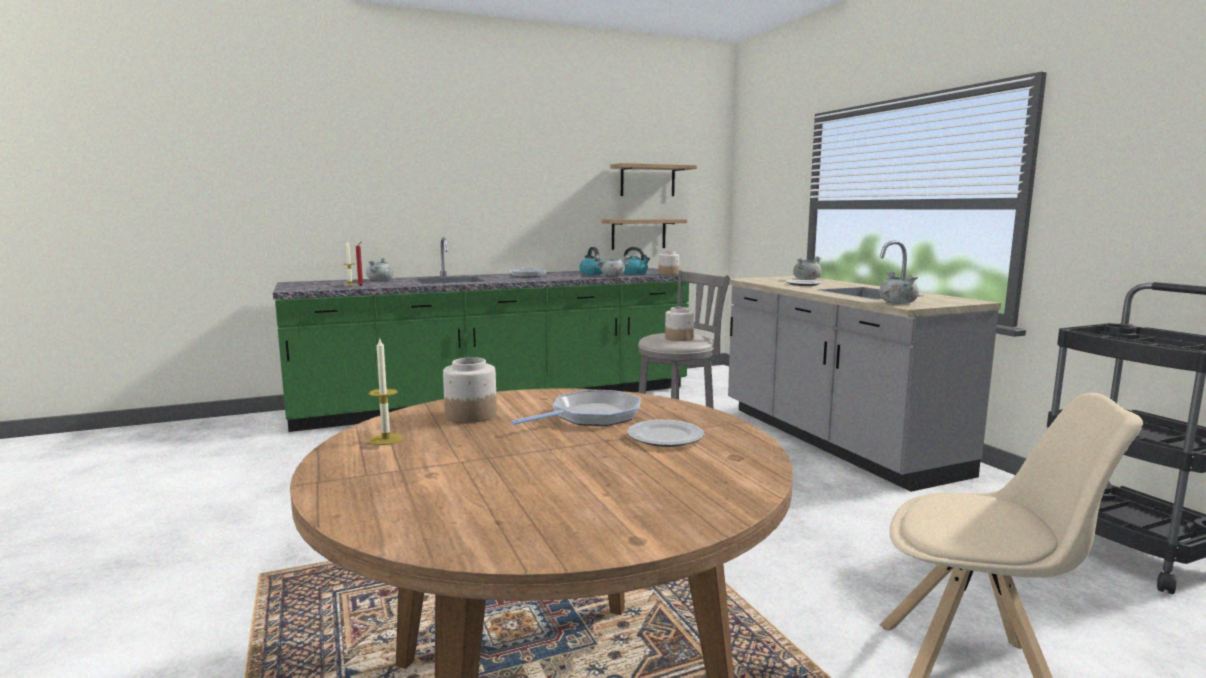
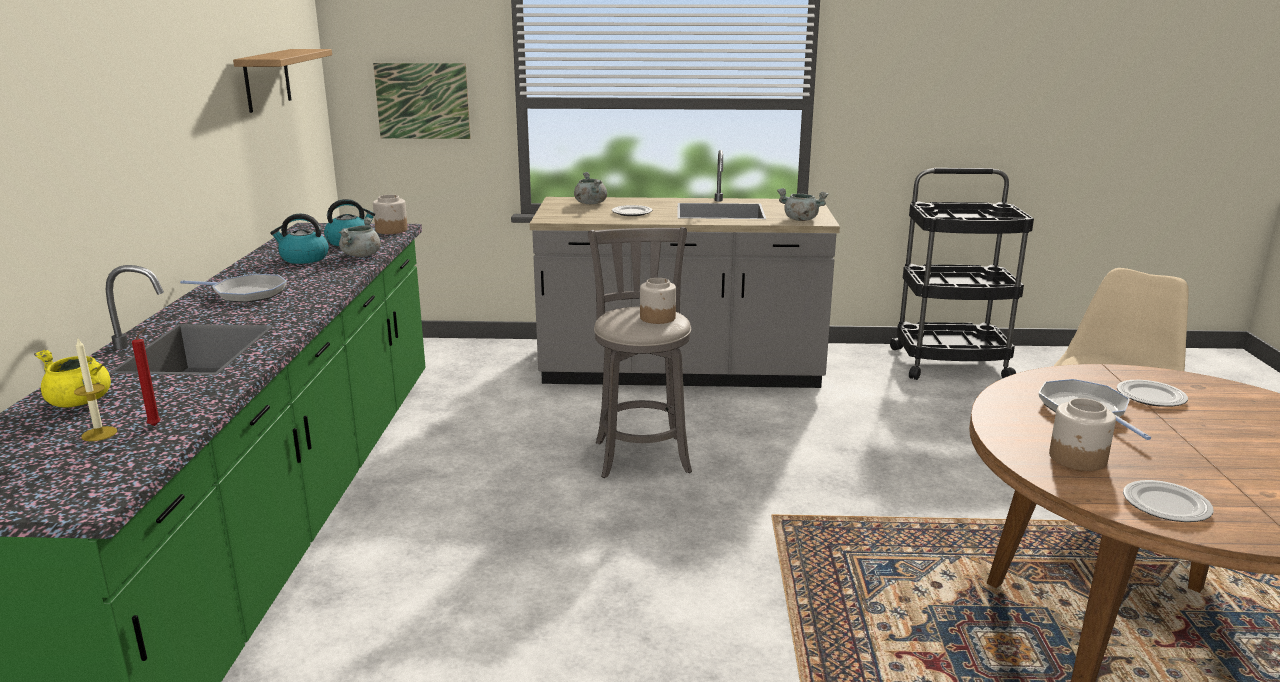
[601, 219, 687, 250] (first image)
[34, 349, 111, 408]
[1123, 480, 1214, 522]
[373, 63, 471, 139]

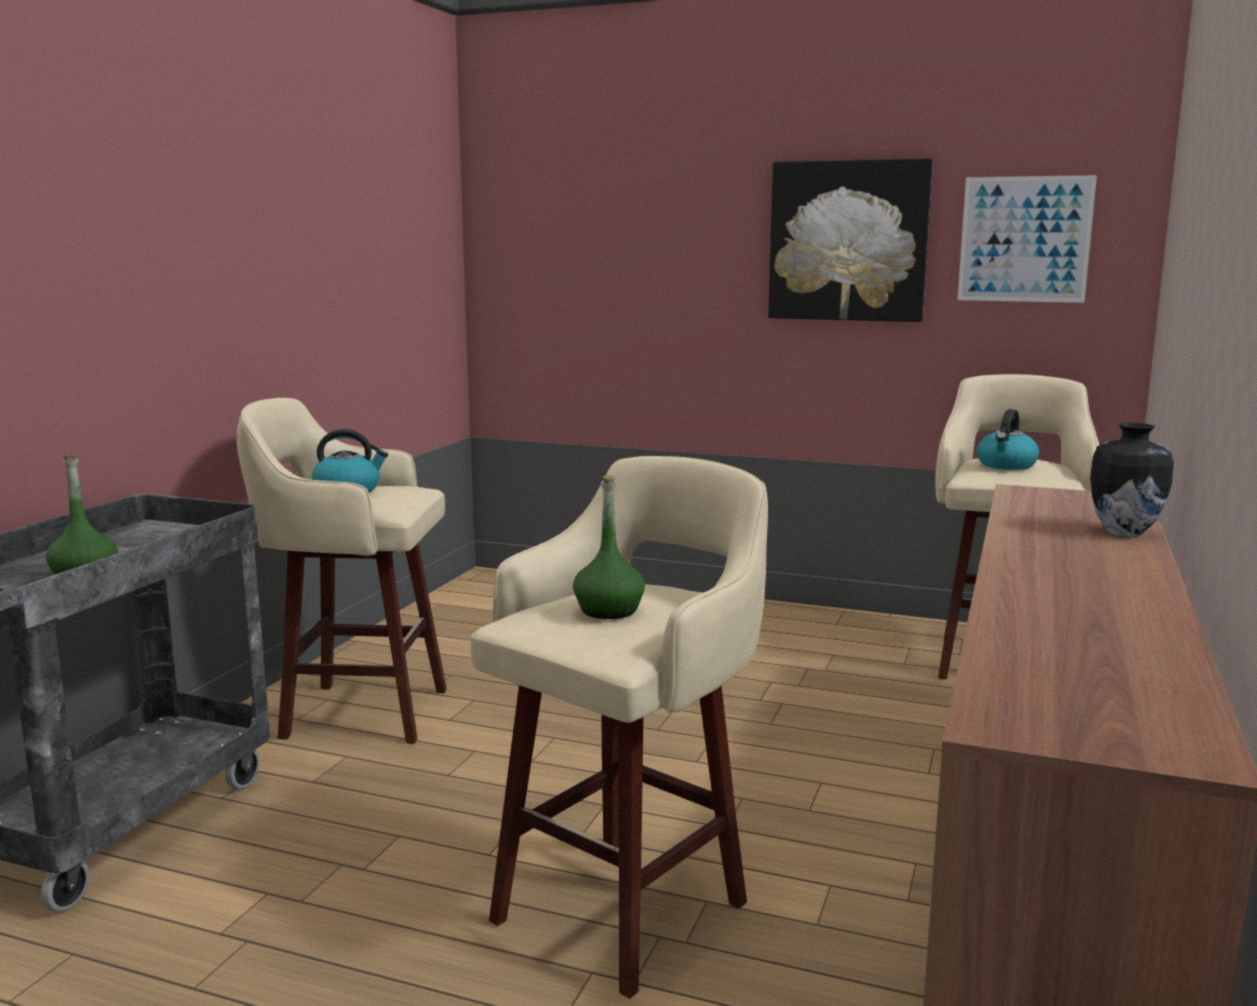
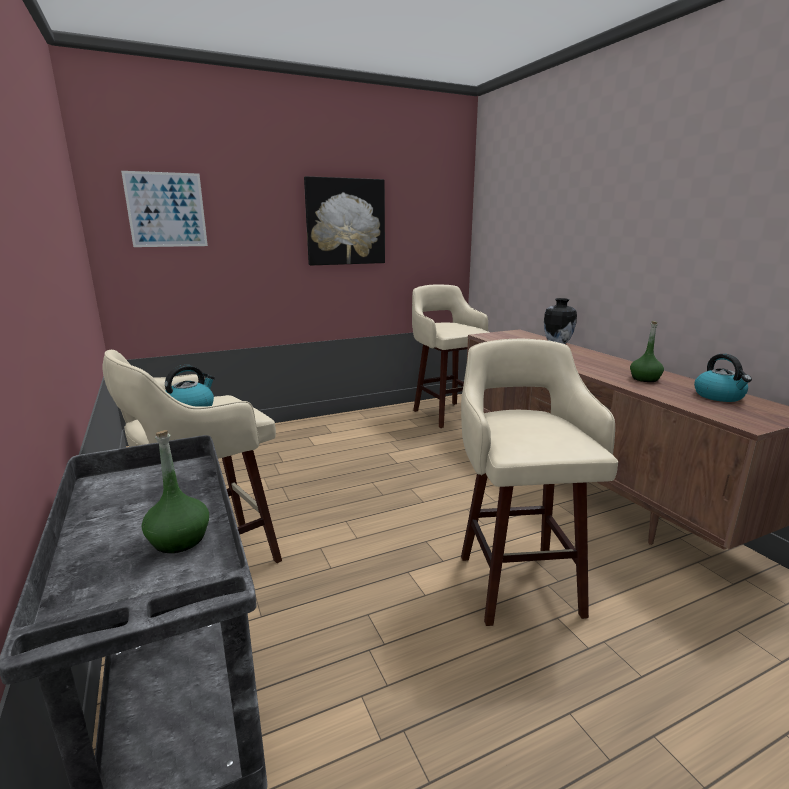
[121, 171, 208, 247]
[694, 354, 752, 402]
[630, 321, 664, 382]

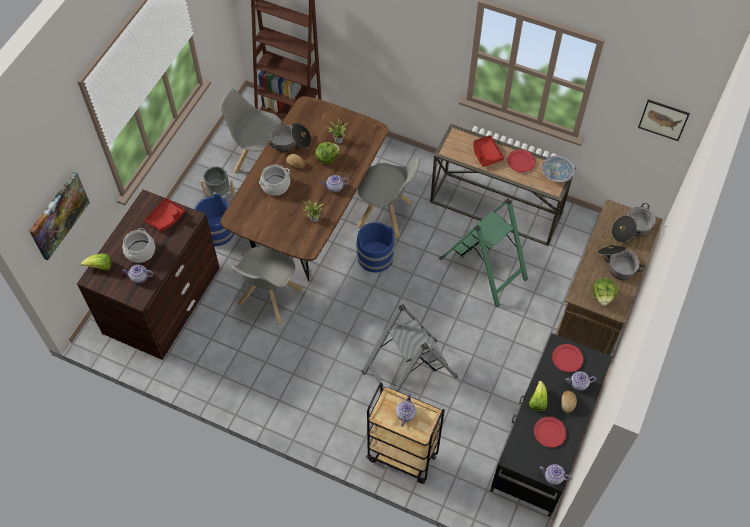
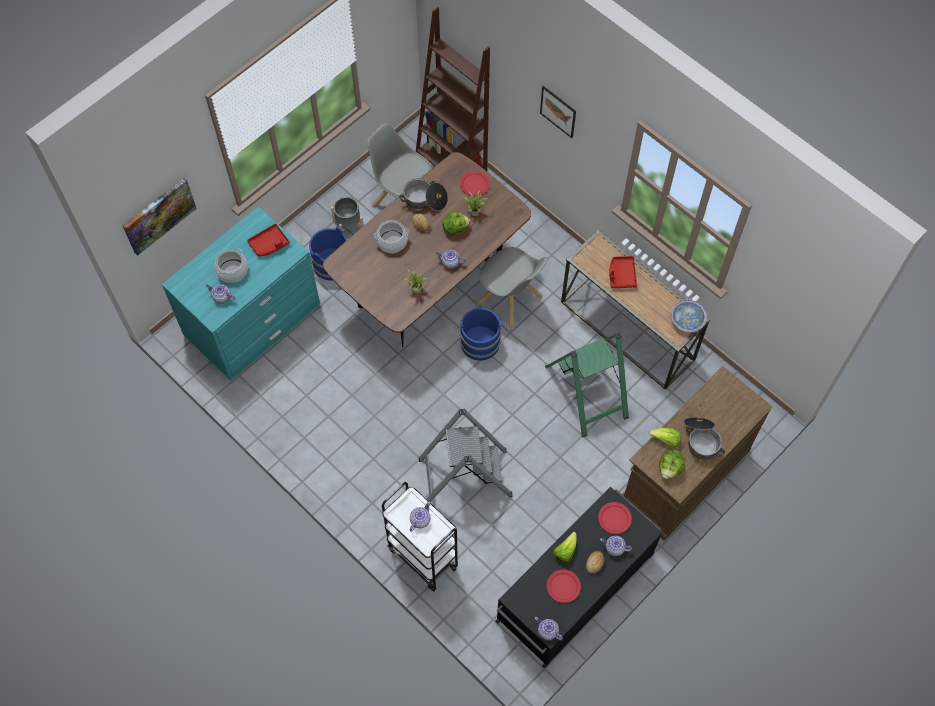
[540, 86, 576, 138]
[460, 170, 490, 196]
[162, 207, 320, 380]
[612, 203, 656, 243] (first image)
[231, 247, 303, 324] (first image)
[649, 428, 681, 448]
[382, 482, 458, 591]

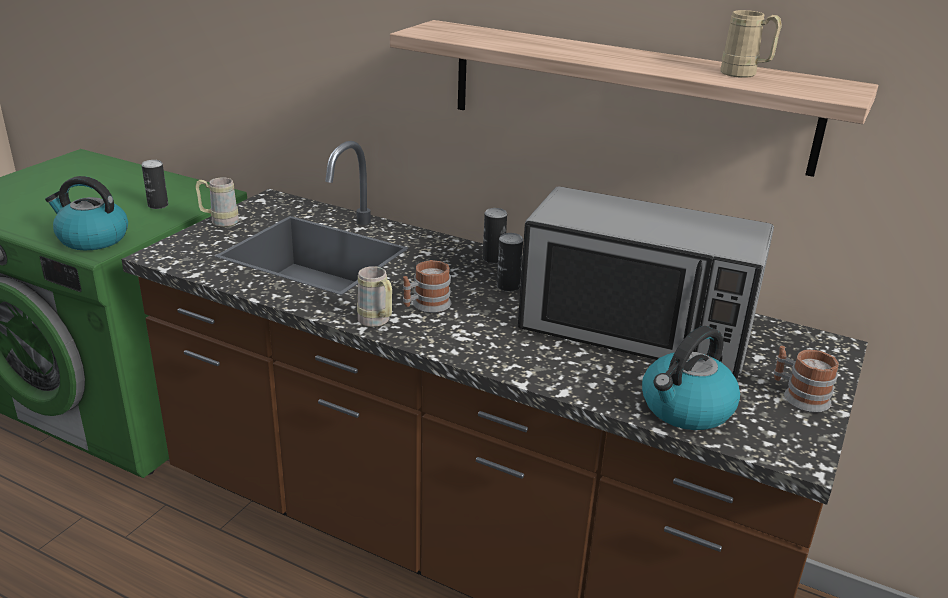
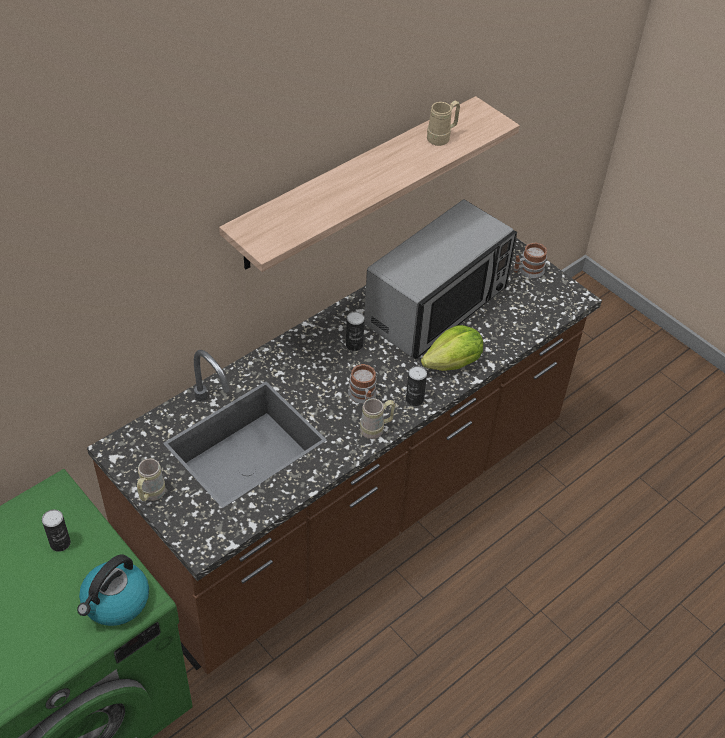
[406, 366, 427, 406]
[642, 326, 740, 430] (first image)
[421, 325, 483, 371]

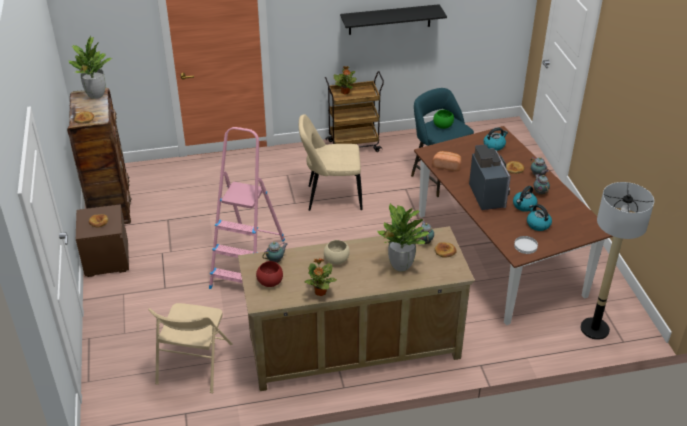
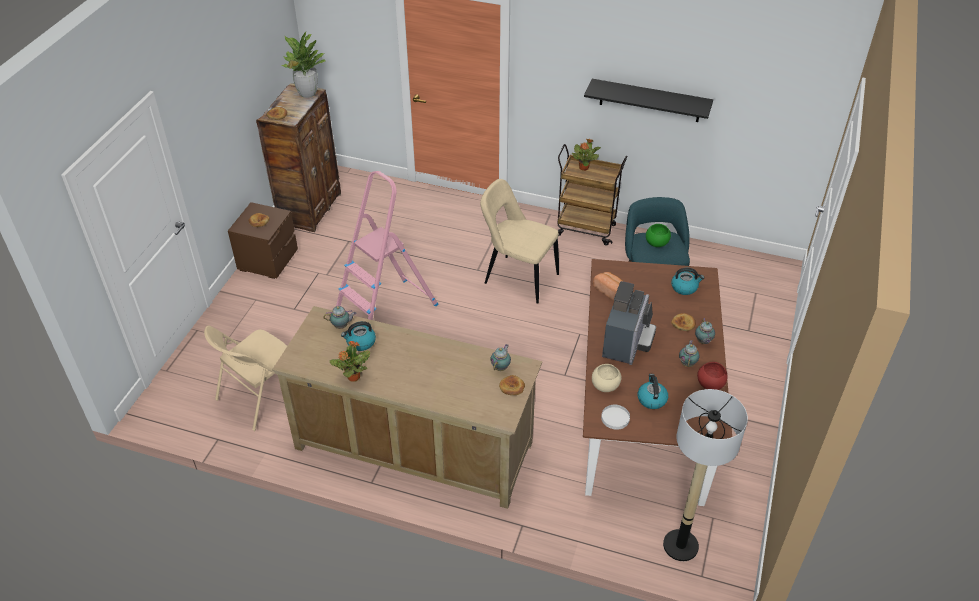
[341, 321, 376, 351]
[377, 202, 429, 272] (first image)
[592, 364, 621, 392]
[697, 362, 727, 390]

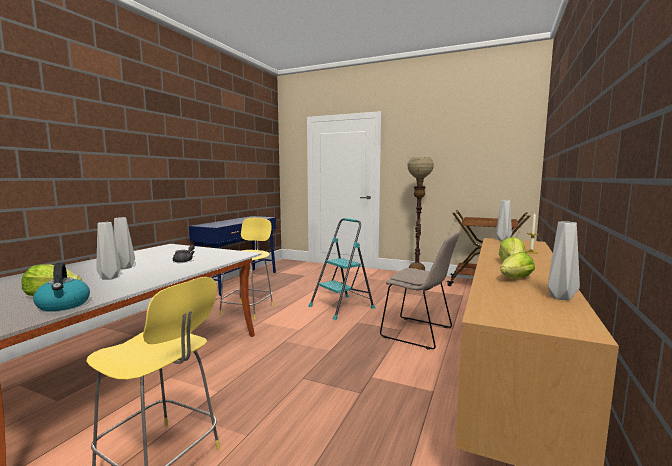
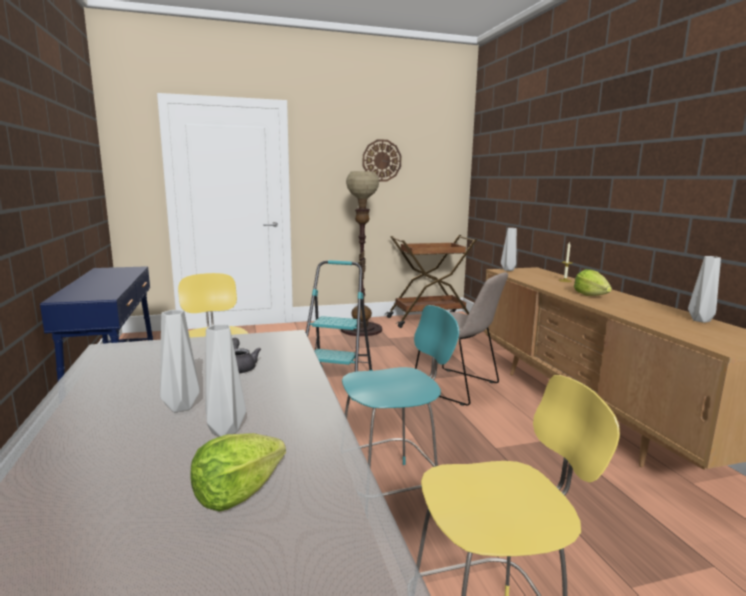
[415, 272, 508, 406]
[500, 252, 535, 279] (first image)
[33, 262, 90, 311] (first image)
[363, 139, 401, 181]
[342, 305, 459, 496]

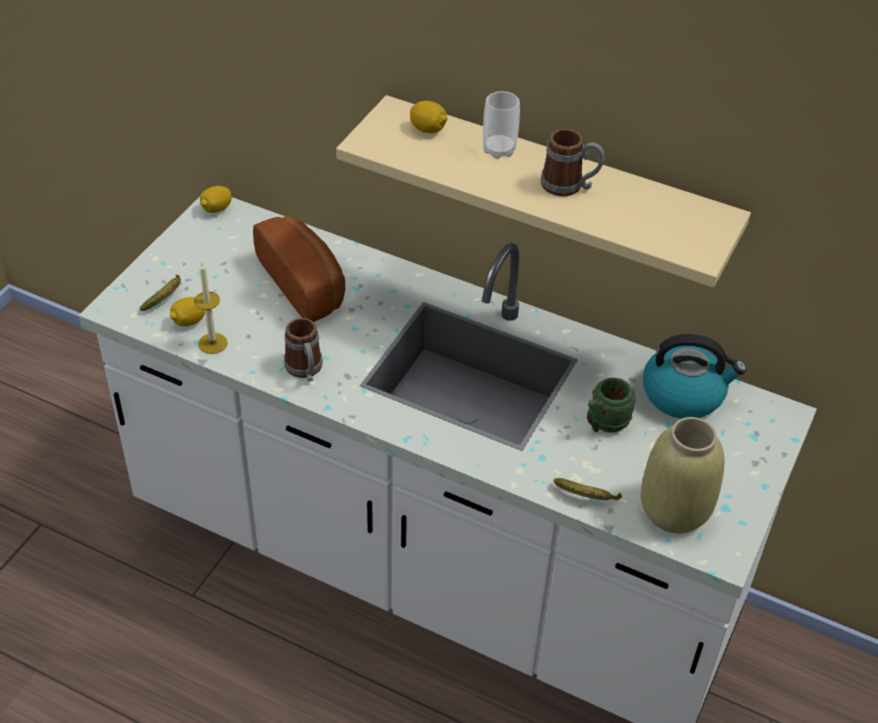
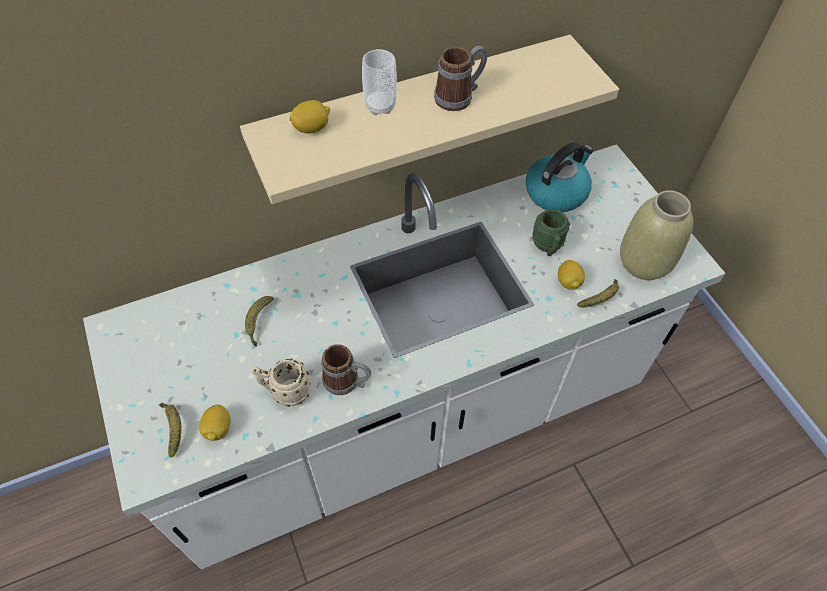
[558, 260, 585, 290]
[245, 296, 274, 347]
[194, 262, 228, 354] (first image)
[252, 359, 311, 407]

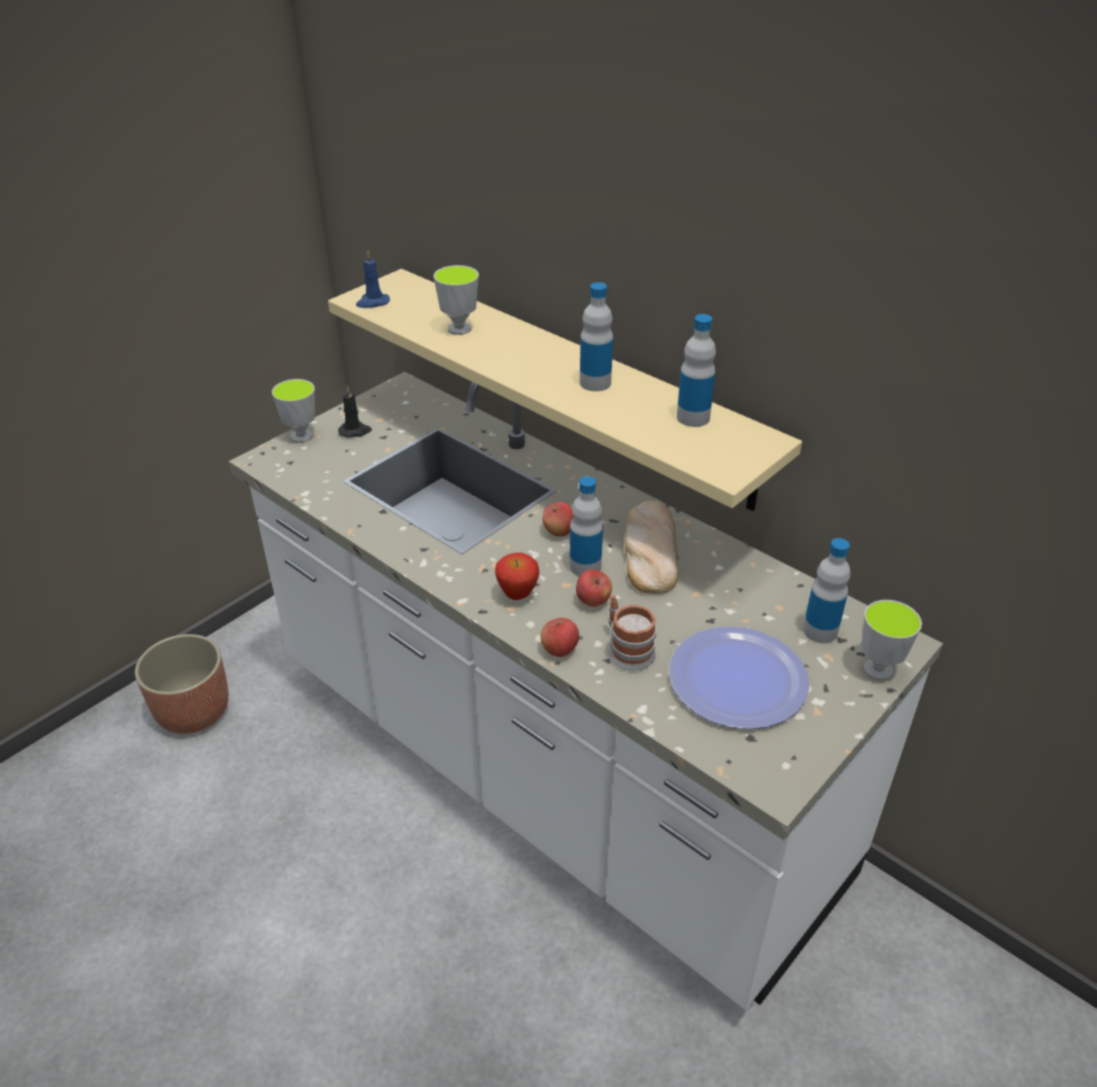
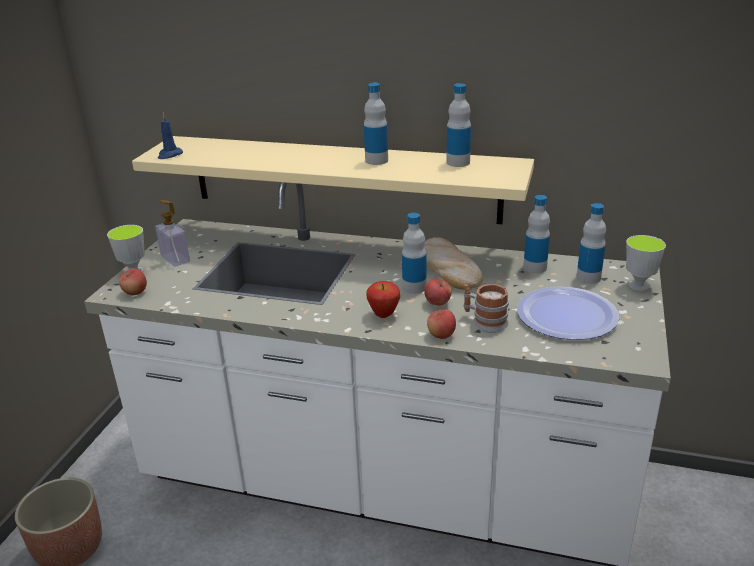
[434, 265, 479, 335] (first image)
[155, 200, 190, 267]
[119, 269, 147, 295]
[523, 195, 550, 273]

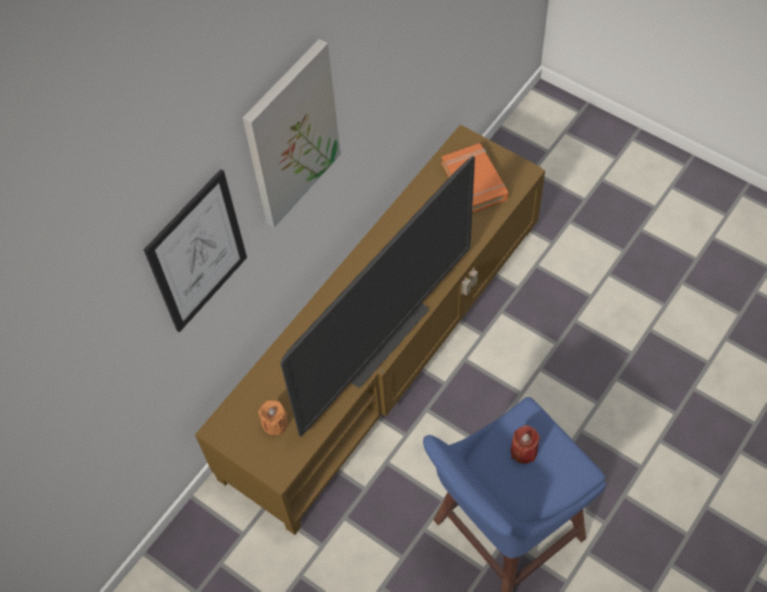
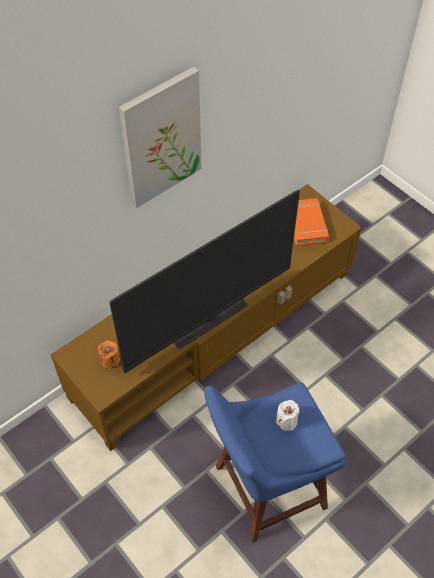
[144, 169, 247, 332] (first image)
[276, 400, 300, 431]

